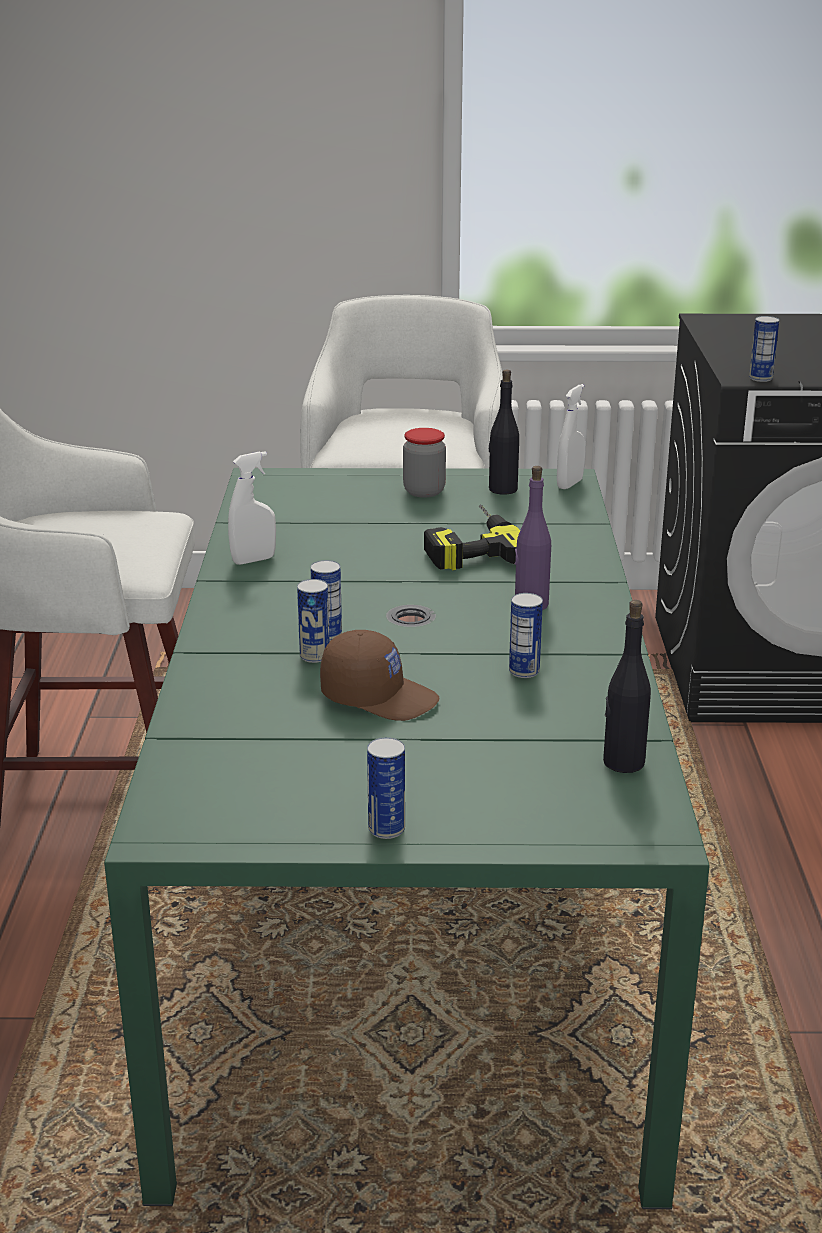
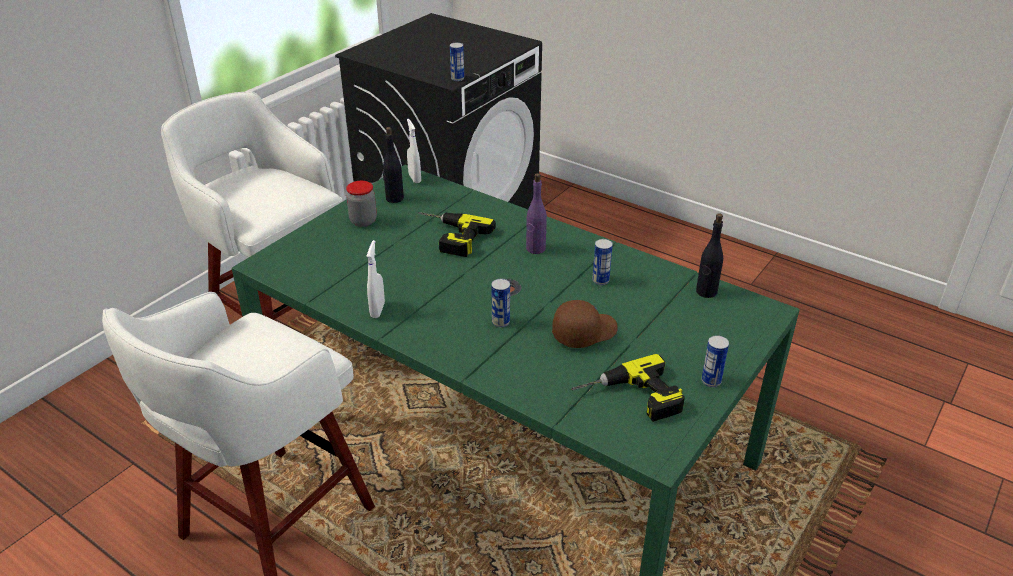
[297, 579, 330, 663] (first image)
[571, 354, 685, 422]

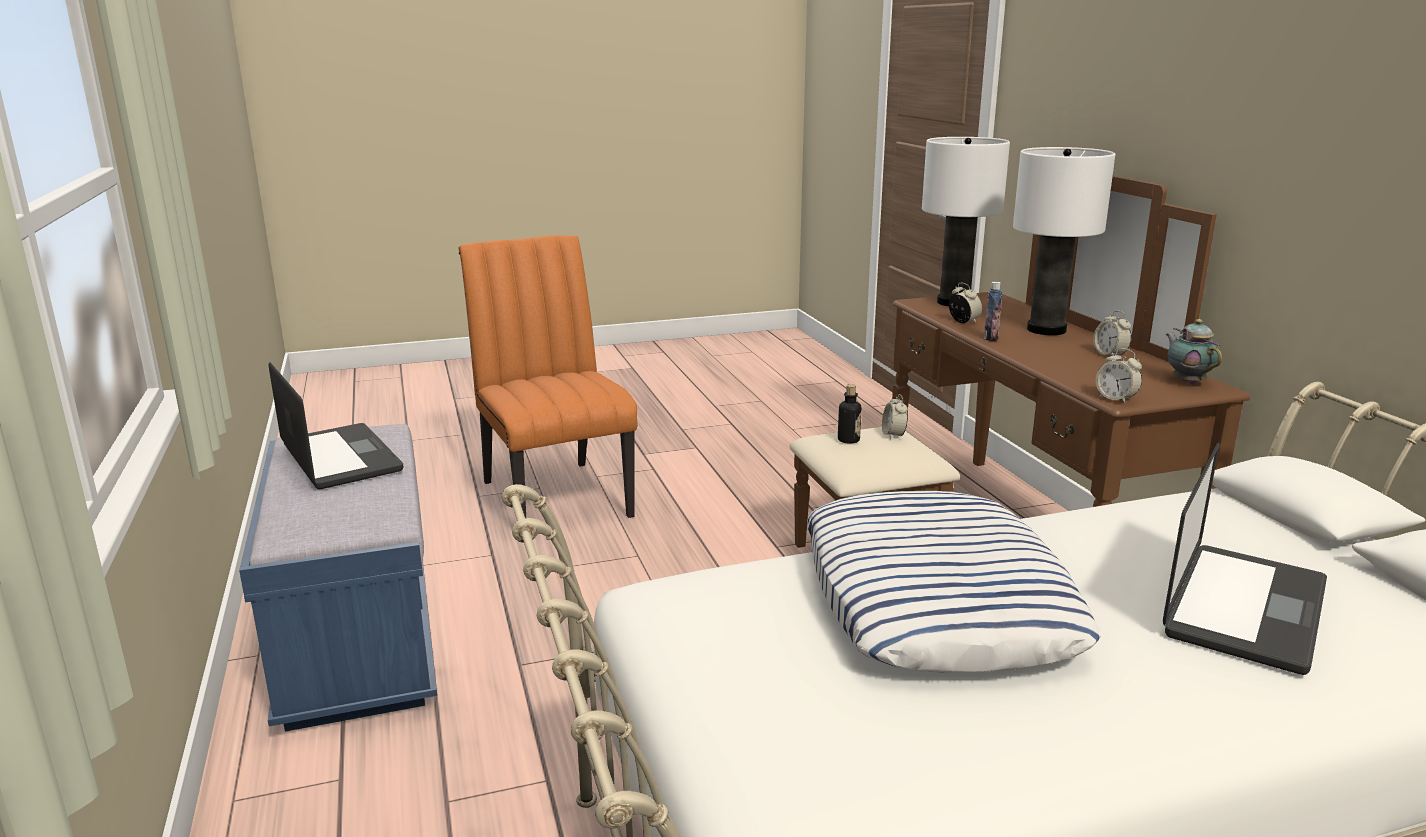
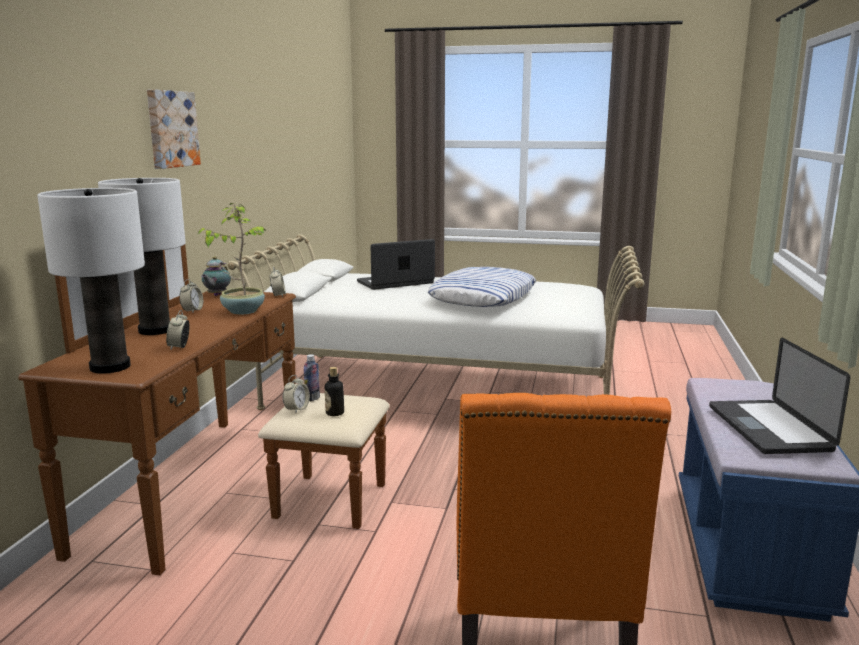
[304, 354, 320, 401]
[147, 89, 201, 169]
[198, 203, 266, 314]

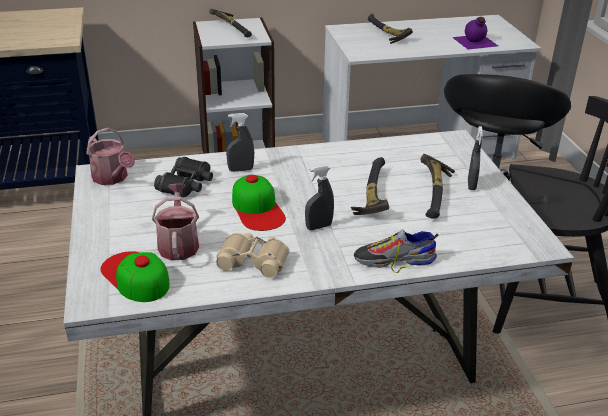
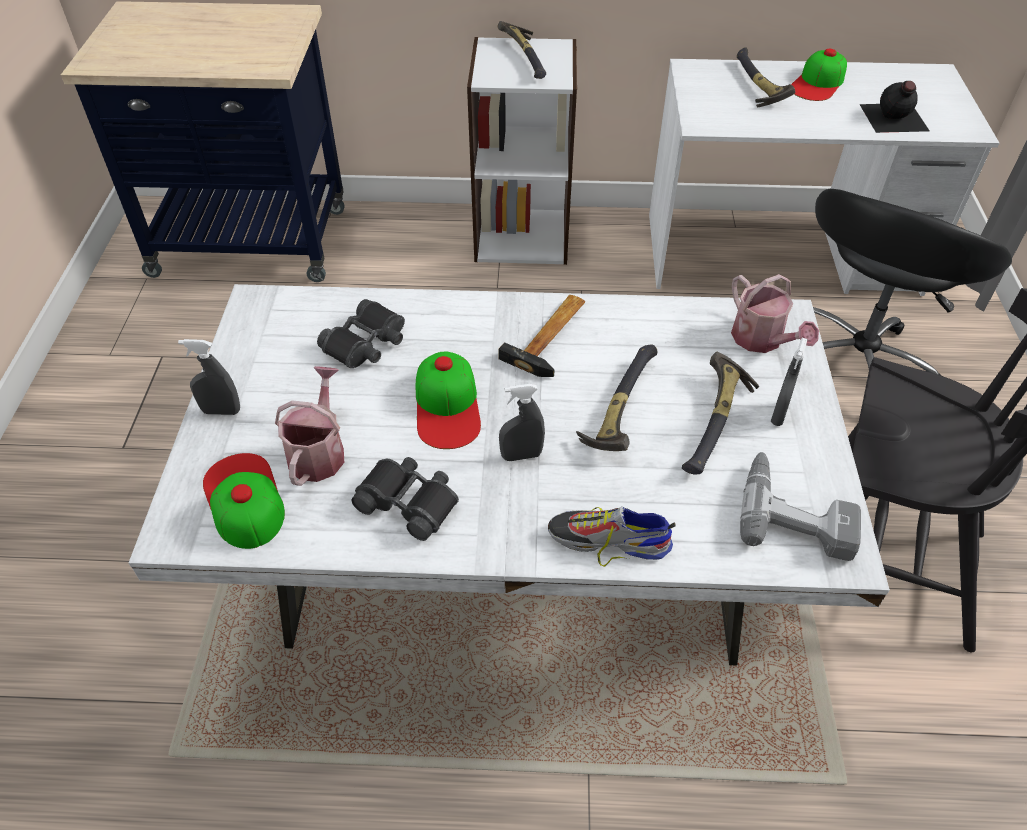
[859, 81, 929, 133]
[178, 339, 240, 415]
[731, 274, 819, 353]
[352, 457, 459, 541]
[791, 49, 847, 101]
[498, 295, 585, 377]
[740, 452, 861, 561]

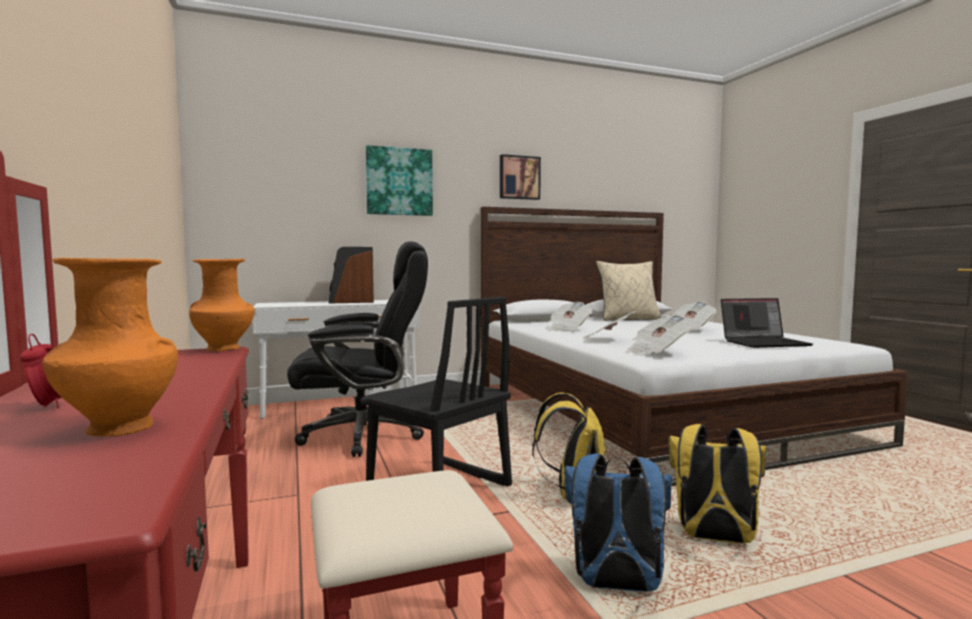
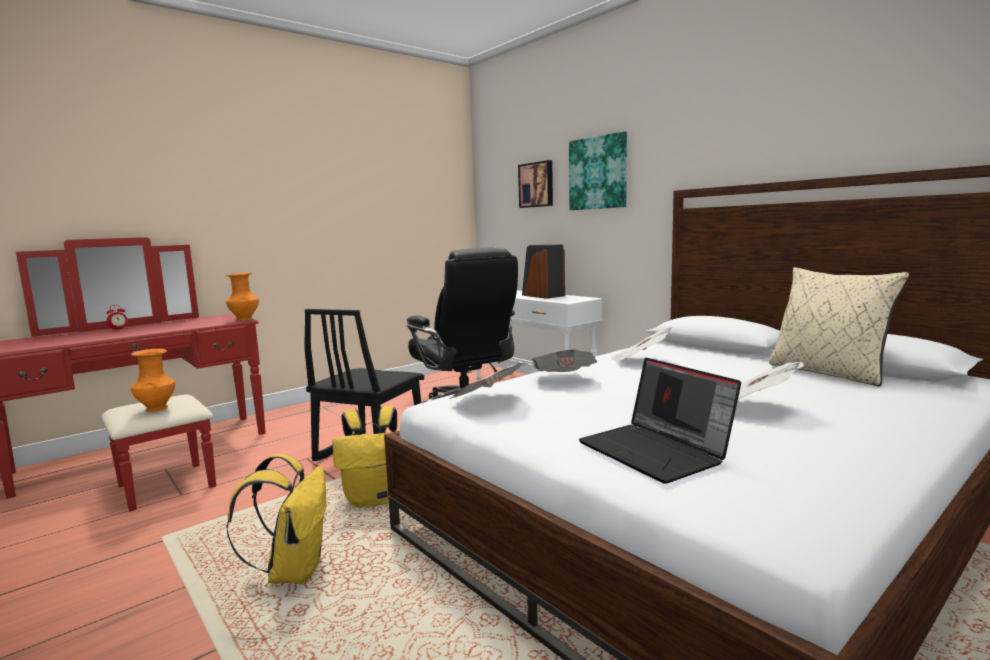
[518, 160, 553, 208]
[131, 348, 175, 412]
[564, 453, 672, 592] (first image)

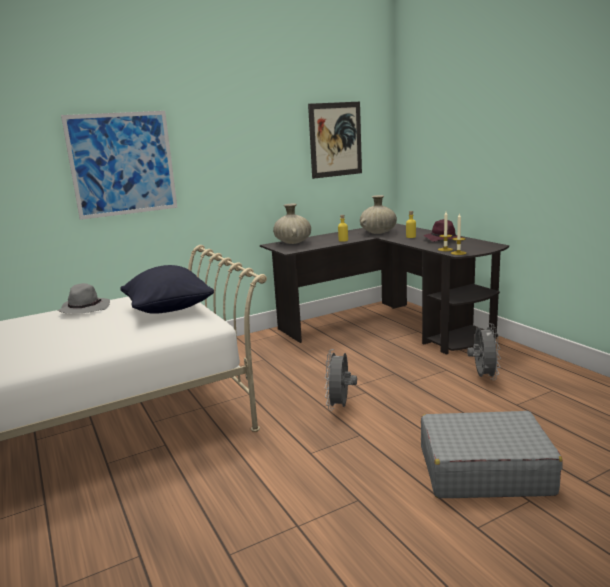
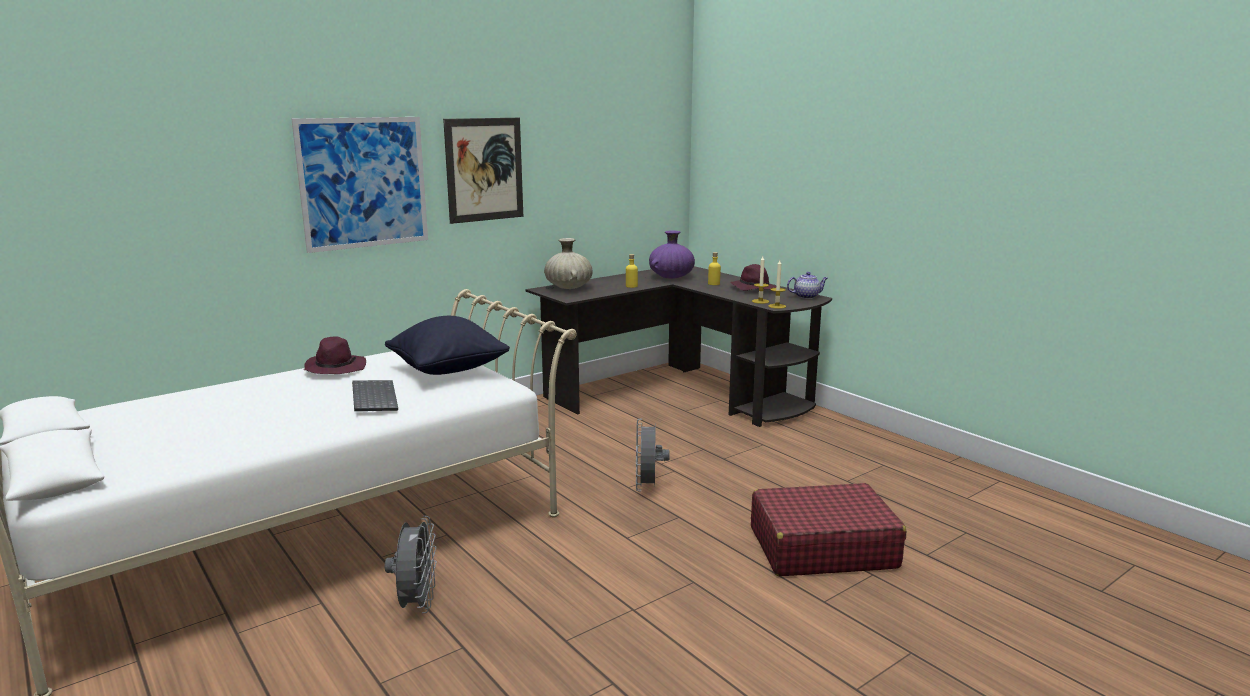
[443, 118, 523, 224]
[649, 230, 695, 279]
[304, 336, 366, 374]
[385, 516, 437, 613]
[751, 483, 906, 576]
[787, 272, 828, 299]
[352, 380, 398, 411]

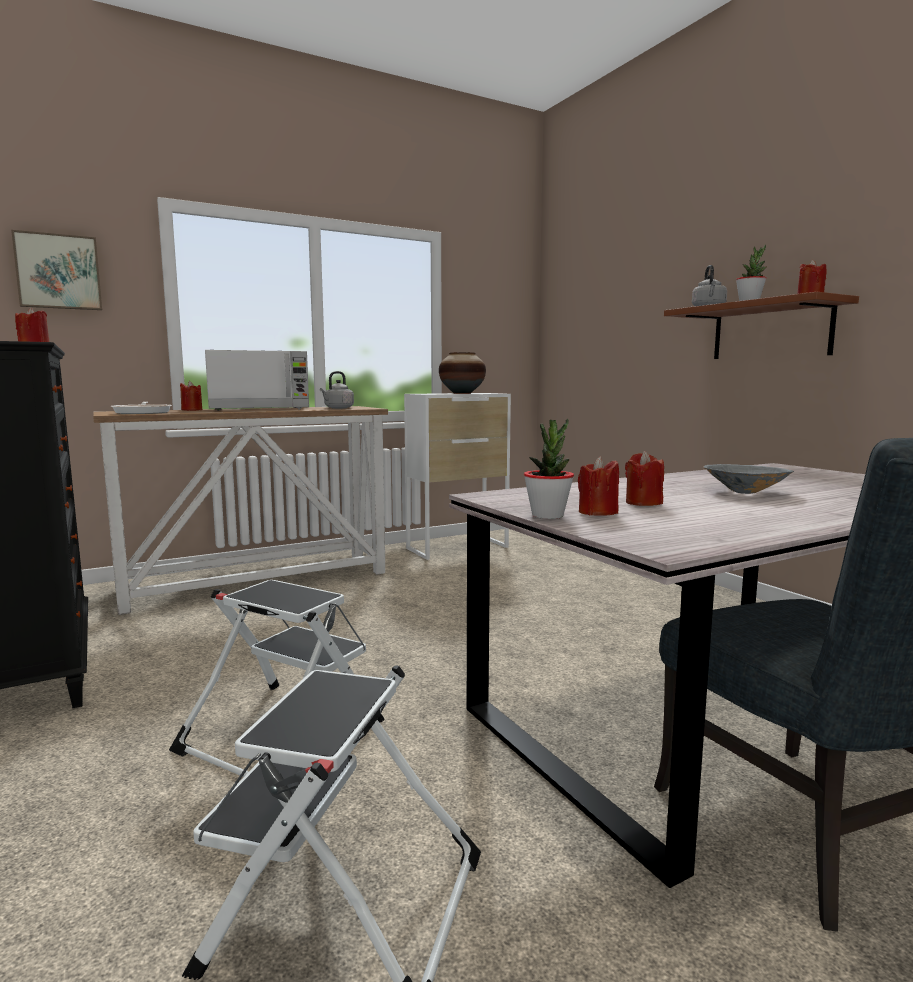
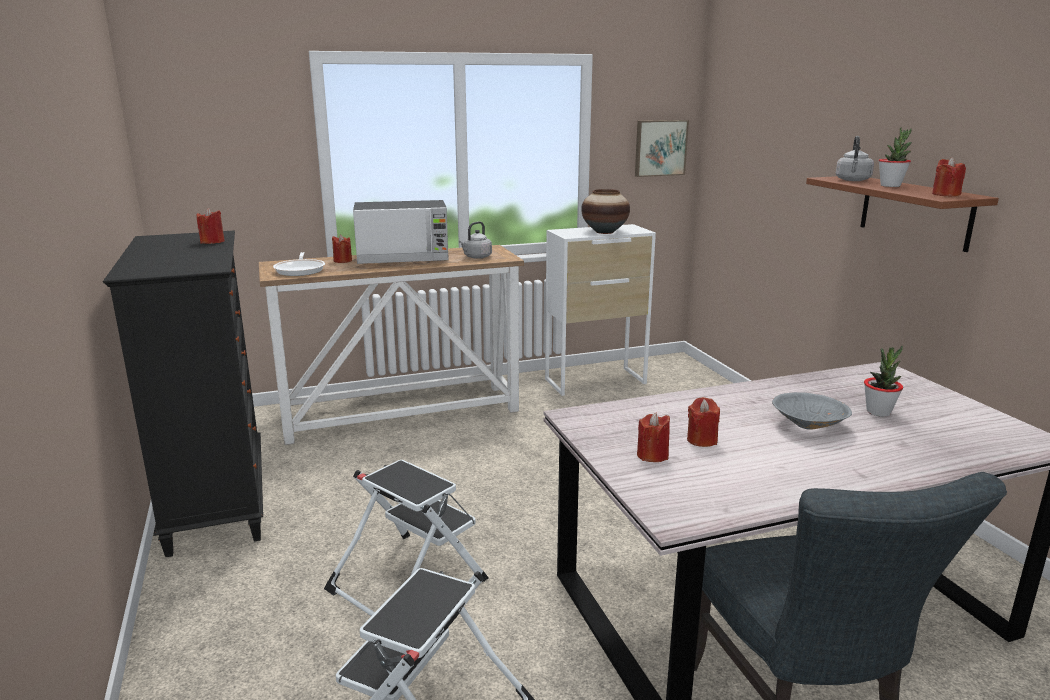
[635, 120, 689, 177]
[864, 346, 903, 417]

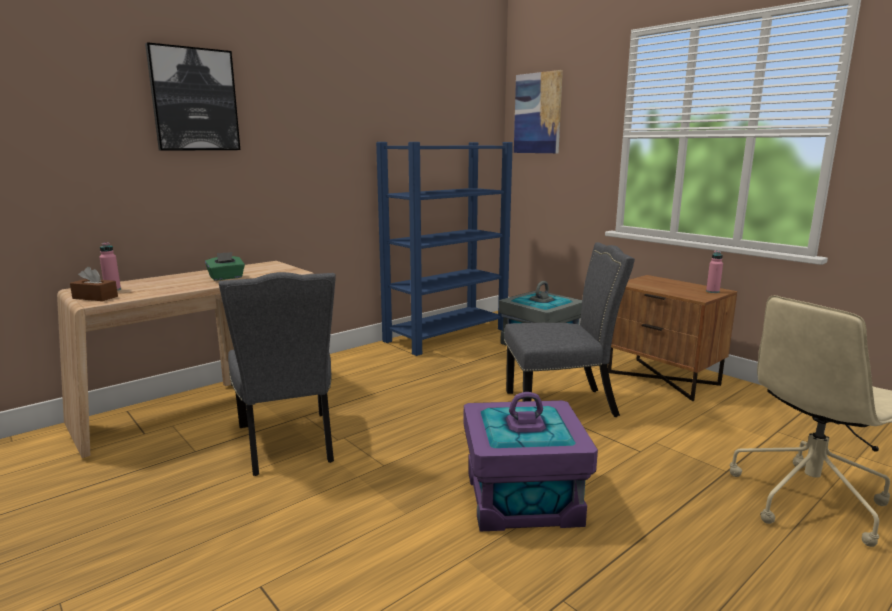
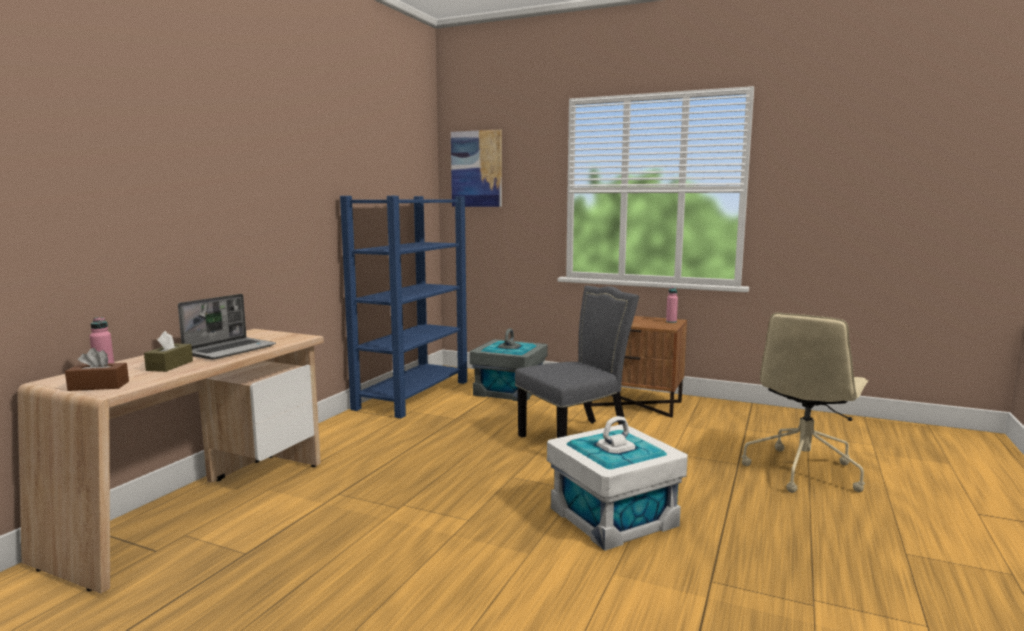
[145, 42, 240, 151] (first image)
[178, 294, 276, 360]
[219, 272, 336, 476] (first image)
[547, 416, 688, 551]
[144, 331, 193, 372]

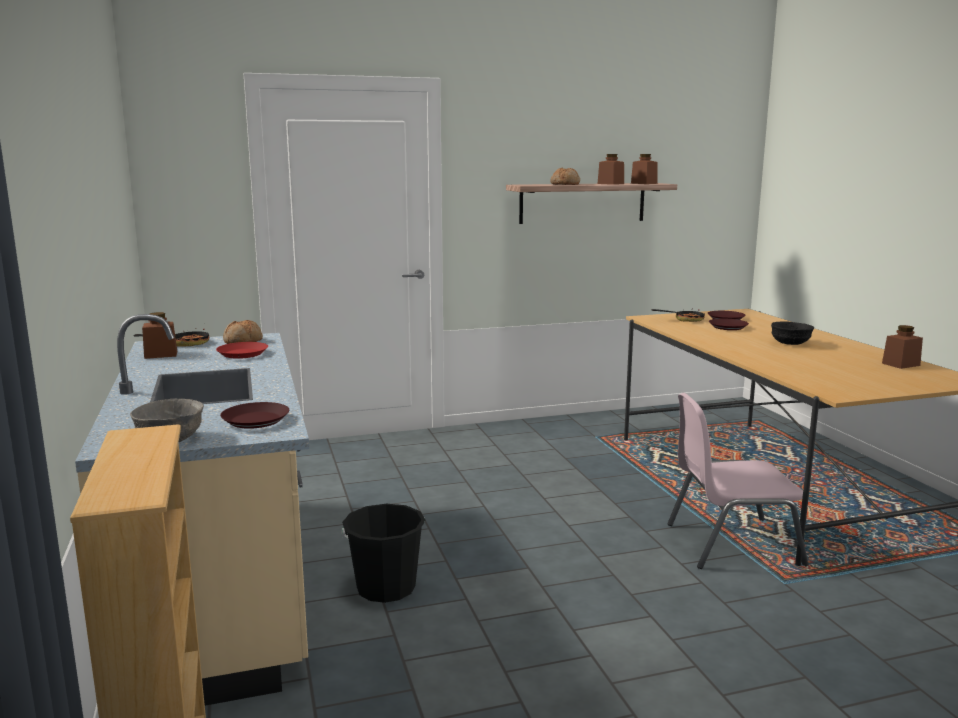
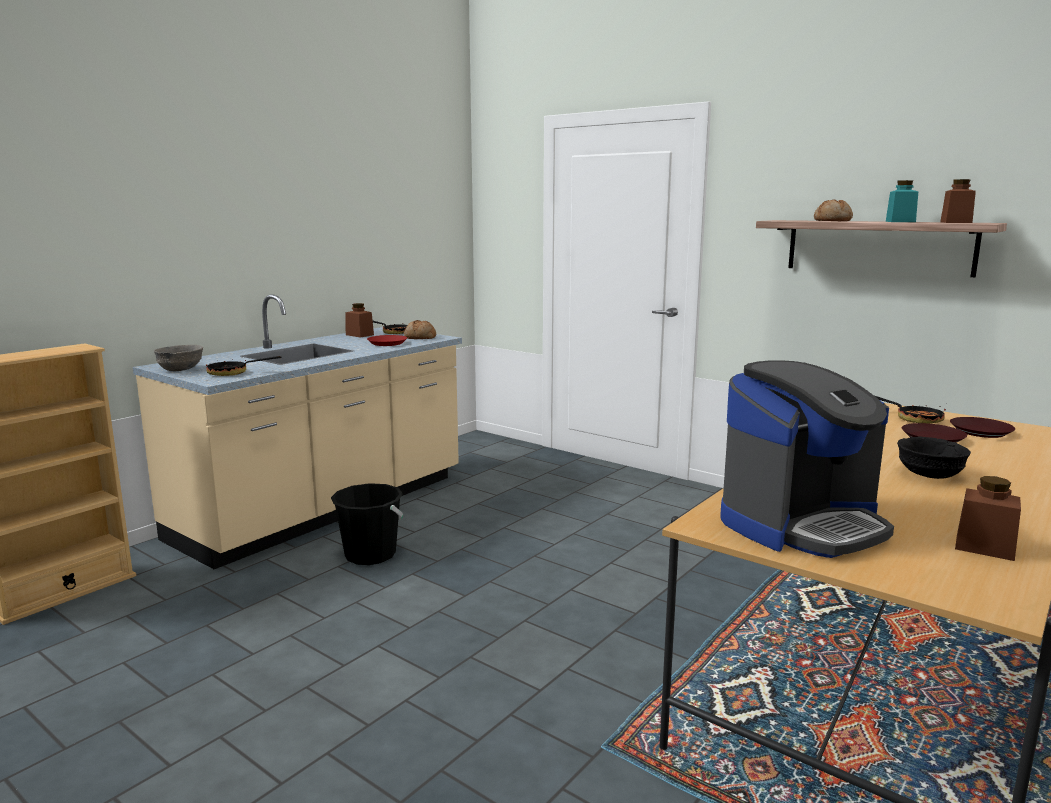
[886, 180, 918, 222]
[667, 393, 808, 569] (first image)
[206, 356, 281, 376]
[720, 360, 894, 558]

